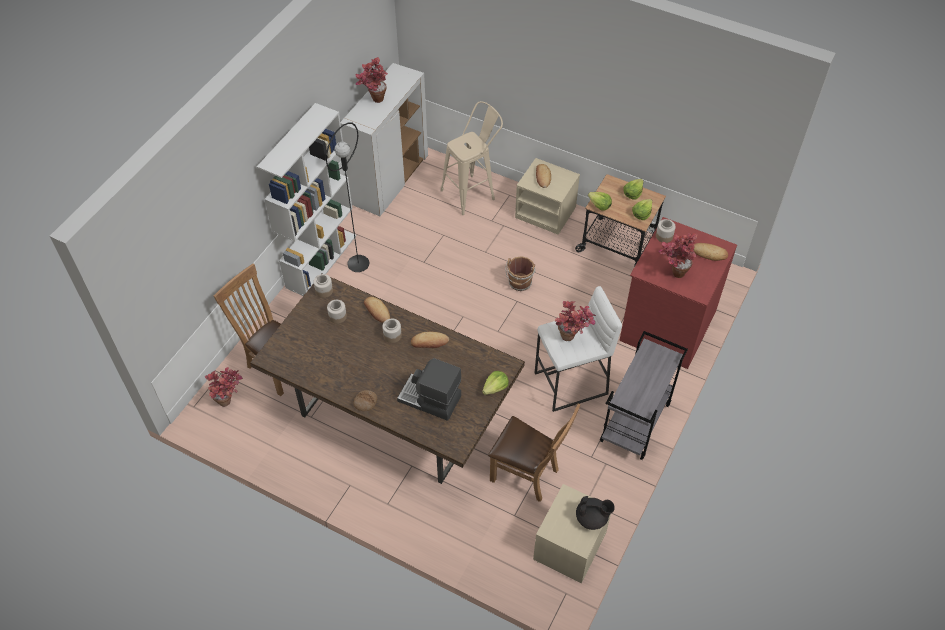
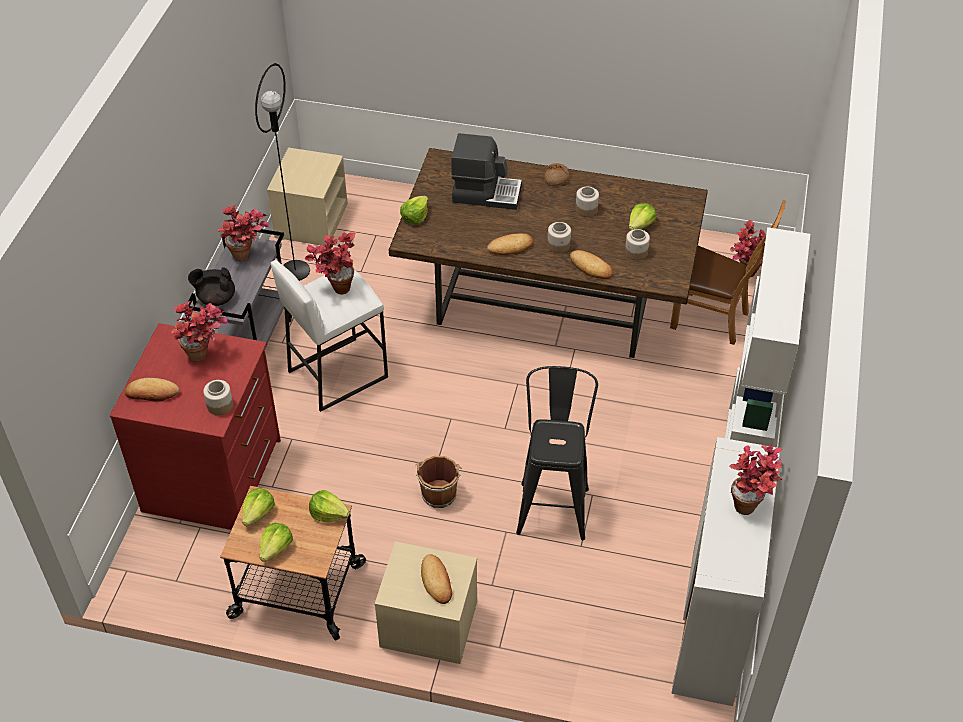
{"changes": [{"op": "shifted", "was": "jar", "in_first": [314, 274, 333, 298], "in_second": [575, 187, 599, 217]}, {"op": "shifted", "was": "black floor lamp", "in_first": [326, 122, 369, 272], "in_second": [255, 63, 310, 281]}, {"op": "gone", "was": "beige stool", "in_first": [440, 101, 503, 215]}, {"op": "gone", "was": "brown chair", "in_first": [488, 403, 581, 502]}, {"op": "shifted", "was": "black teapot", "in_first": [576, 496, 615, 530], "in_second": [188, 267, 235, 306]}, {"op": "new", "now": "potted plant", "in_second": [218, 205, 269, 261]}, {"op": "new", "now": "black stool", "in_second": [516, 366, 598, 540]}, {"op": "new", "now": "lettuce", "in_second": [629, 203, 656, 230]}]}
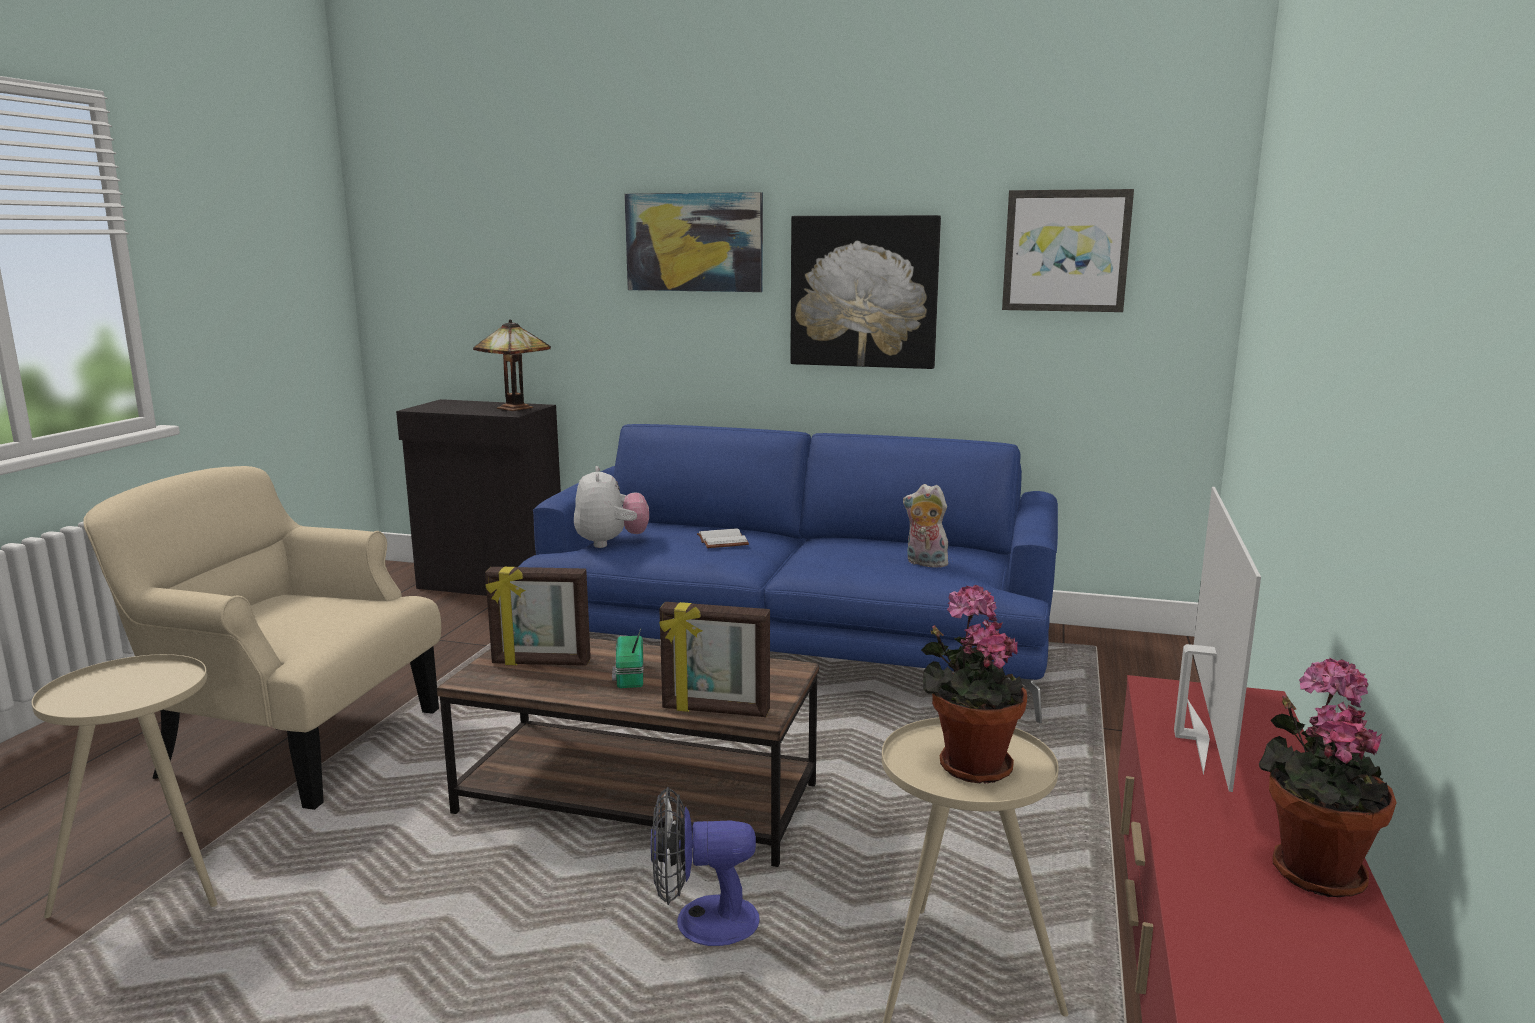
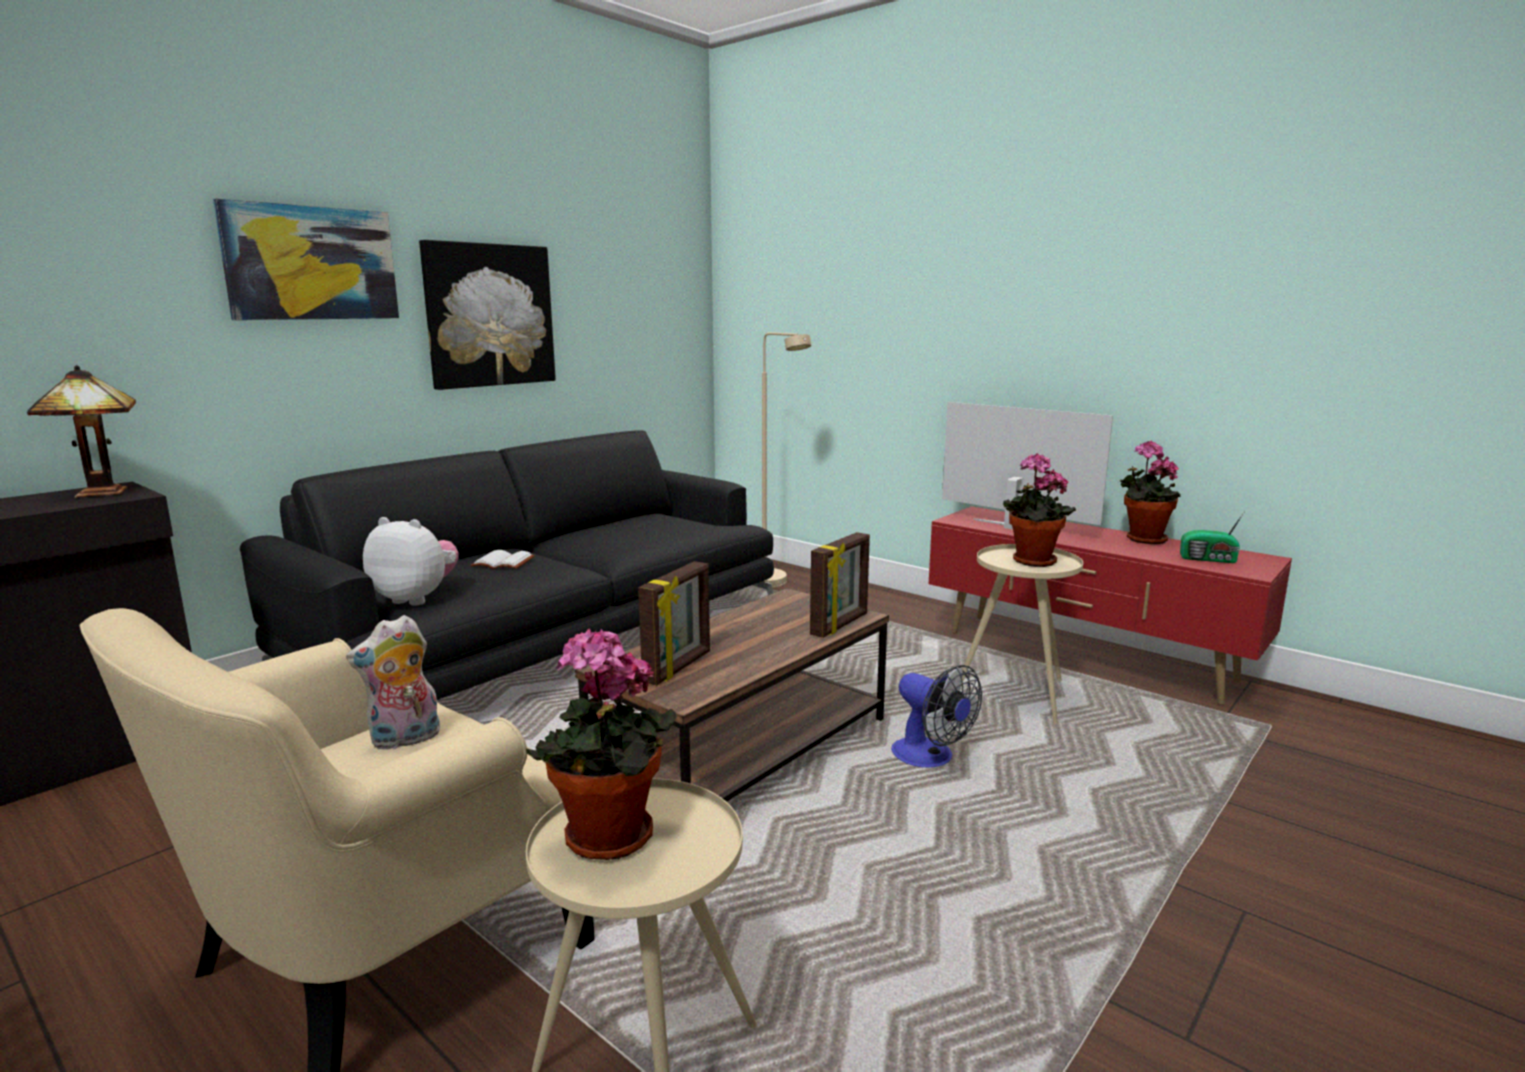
{"changes": [{"op": "repainted", "was": "blue sofa", "now": "black sofa", "in_first": [519, 424, 1058, 723], "in_second": [240, 430, 774, 700]}, {"op": "shifted", "was": "radio", "in_first": [612, 629, 644, 688], "in_second": [1180, 511, 1245, 563]}, {"op": "rotated", "was": "fan", "in_first": [651, 787, 759, 946], "in_second": [891, 665, 982, 767], "clockwise": -60}, {"op": "shifted", "was": "plush toy", "in_first": [903, 484, 948, 568], "in_second": [346, 615, 440, 749]}, {"op": "gone", "was": "picture", "in_first": [1002, 189, 1134, 312]}, {"op": "new", "now": "potted plant", "in_second": [526, 629, 677, 860]}, {"op": "new", "now": "beige floor lamp", "in_second": [751, 333, 812, 588]}]}
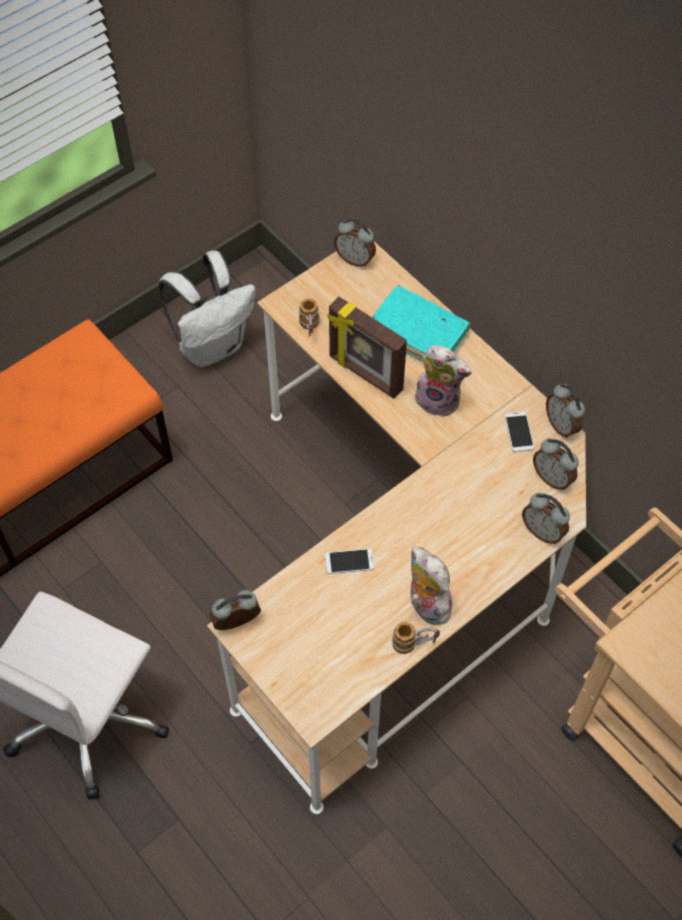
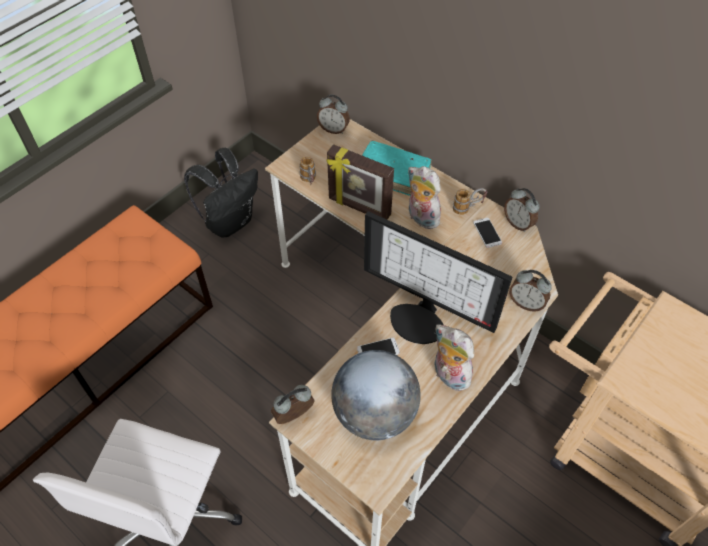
{"changes": [{"op": "repainted", "was": "white backpack", "now": "black backpack", "in_first": [158, 251, 256, 367], "in_second": [184, 148, 258, 238]}, {"op": "shifted", "was": "mug", "in_first": [392, 622, 440, 654], "in_second": [453, 188, 487, 215]}, {"op": "rotated", "was": "plush toy", "in_first": [415, 345, 472, 417], "in_second": [408, 166, 441, 229], "clockwise": -150}, {"op": "gone", "was": "alarm clock", "in_first": [533, 438, 579, 490]}, {"op": "new", "now": "globe", "in_second": [331, 350, 421, 440]}, {"op": "new", "now": "monitor", "in_second": [364, 211, 512, 344]}]}
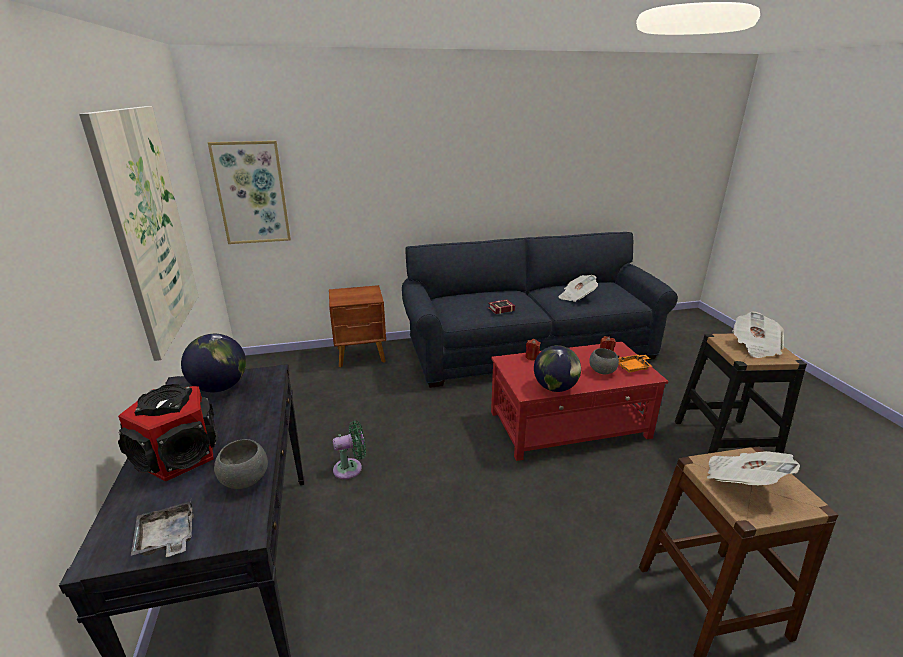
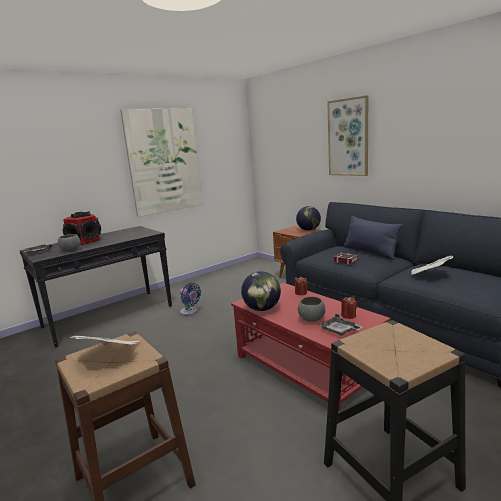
{"changes": [{"op": "shifted", "was": "globe", "in_first": [181, 334, 246, 392], "in_second": [296, 206, 321, 231]}, {"op": "shifted", "was": "picture", "in_first": [208, 141, 291, 244], "in_second": [327, 95, 368, 176]}, {"op": "repainted", "was": "green fan", "now": "blue fan", "in_first": [333, 420, 366, 479], "in_second": [180, 283, 201, 316]}, {"op": "repainted", "was": "orange tray", "now": "grey tray", "in_first": [617, 354, 652, 372], "in_second": [319, 314, 363, 336]}, {"op": "gone", "was": "newspaper", "in_first": [733, 312, 784, 358]}, {"op": "new", "now": "blue pillow", "in_second": [344, 216, 403, 260]}]}
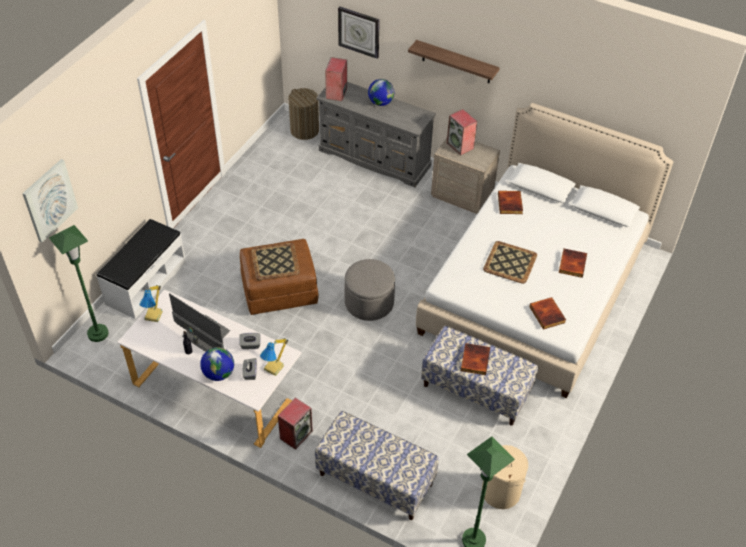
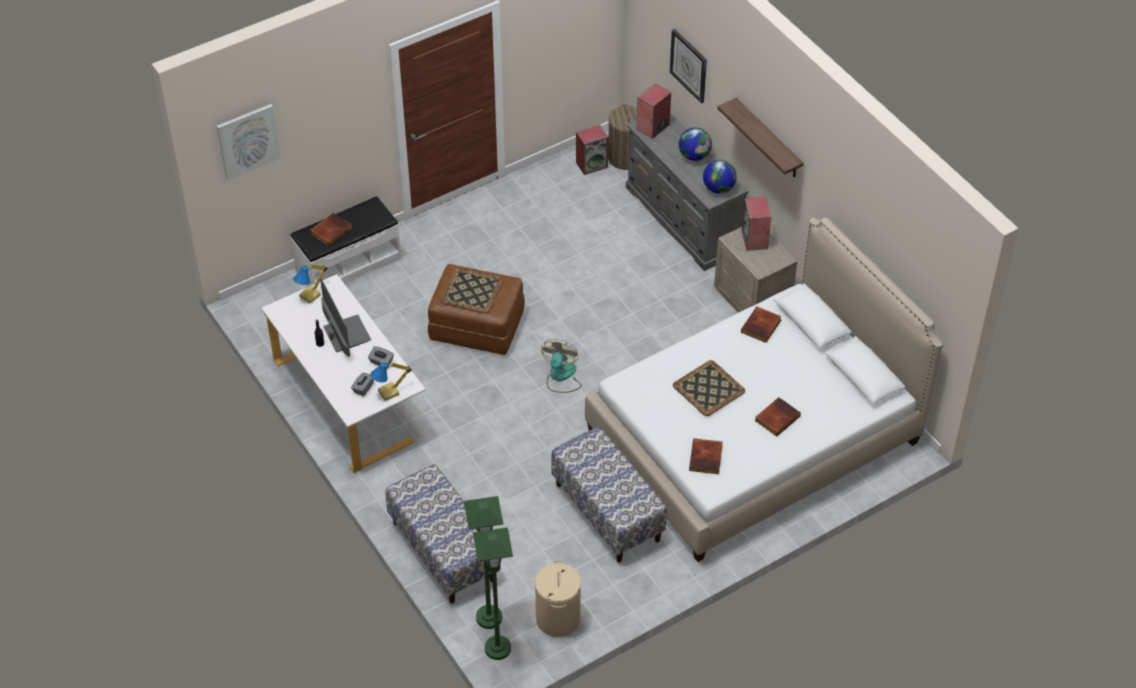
{"changes": [{"op": "shifted", "was": "green floor lamp", "in_first": [49, 225, 108, 342], "in_second": [464, 496, 504, 629]}, {"op": "shifted", "was": "globe", "in_first": [200, 347, 234, 381], "in_second": [703, 160, 737, 194]}, {"op": "shifted", "was": "speaker", "in_first": [278, 398, 313, 450], "in_second": [576, 125, 609, 175]}, {"op": "swapped", "was": "grey ottoman", "now": "fan", "in_first": [345, 259, 395, 321], "in_second": [541, 339, 581, 393]}, {"op": "shifted", "was": "book", "in_first": [461, 343, 490, 375], "in_second": [310, 213, 352, 246]}]}
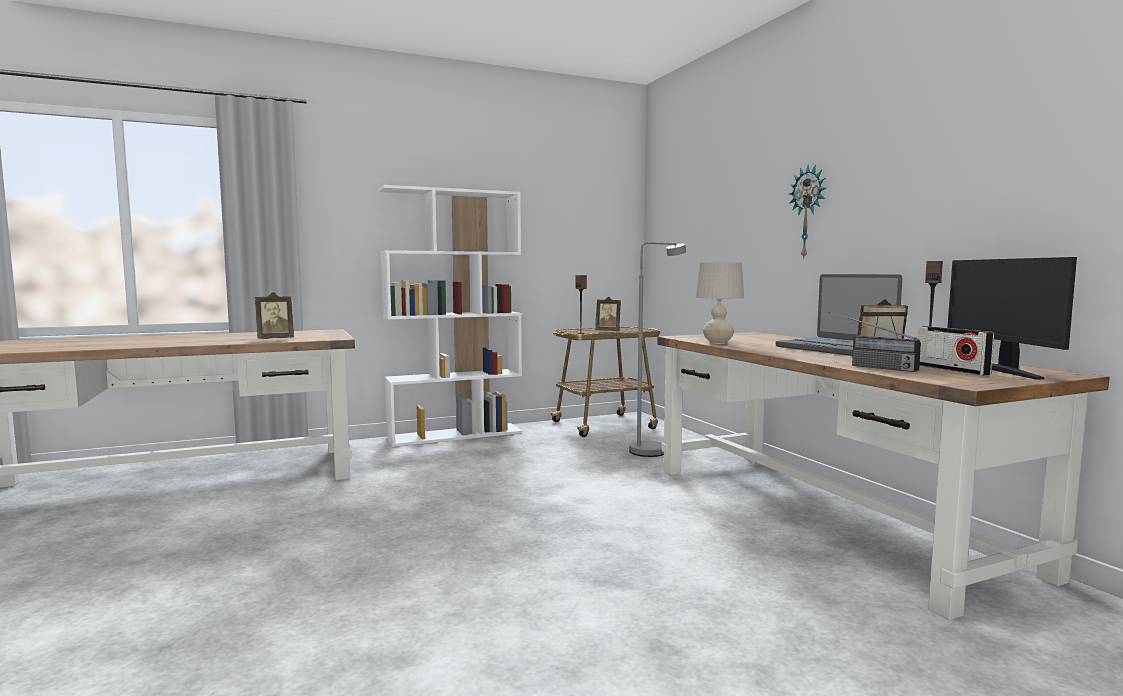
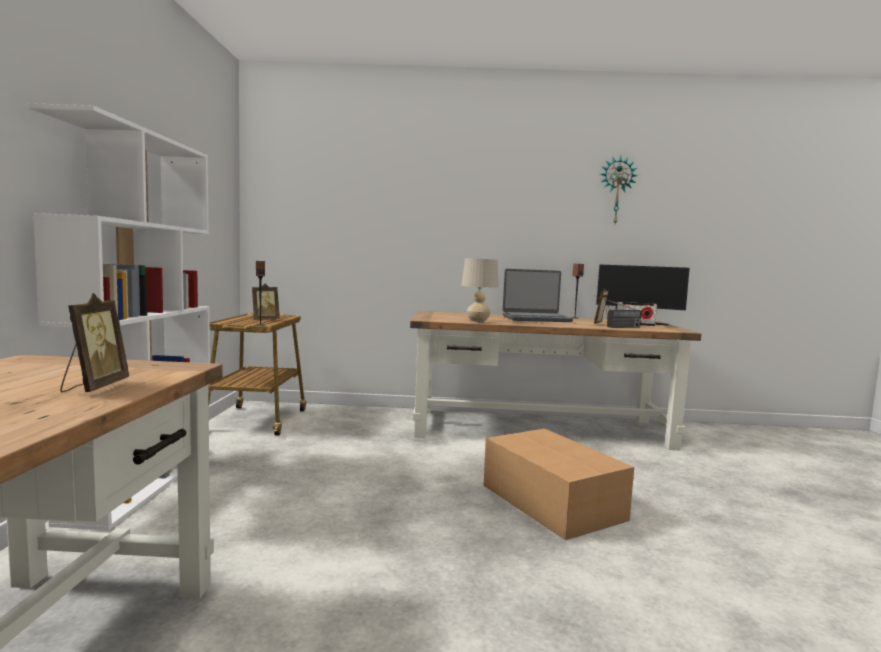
{"changes": [{"op": "gone", "was": "grey floor lamp", "in_first": [629, 242, 687, 457]}, {"op": "shifted", "was": "wall clock", "in_first": [789, 165, 826, 258], "in_second": [600, 155, 638, 224]}, {"op": "new", "now": "cardboard box", "in_second": [483, 428, 634, 540]}]}
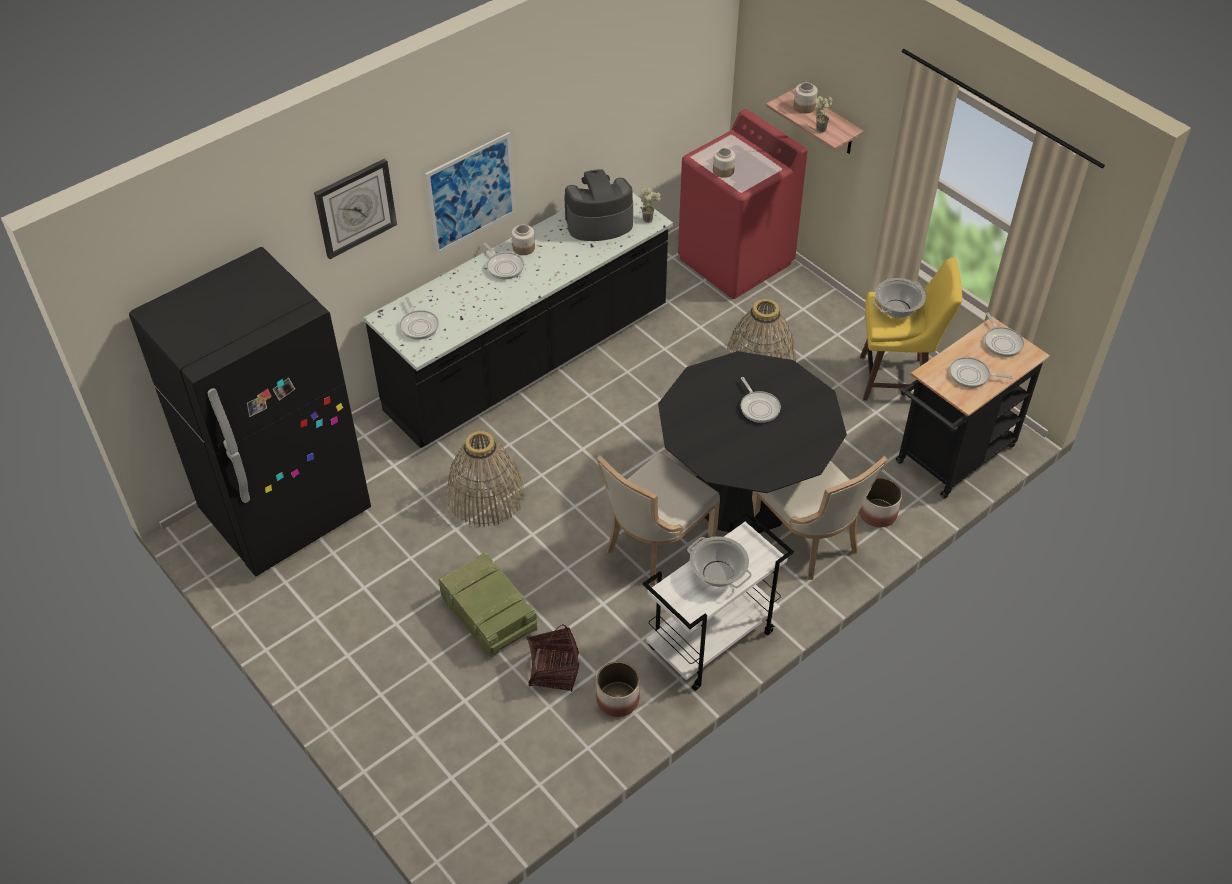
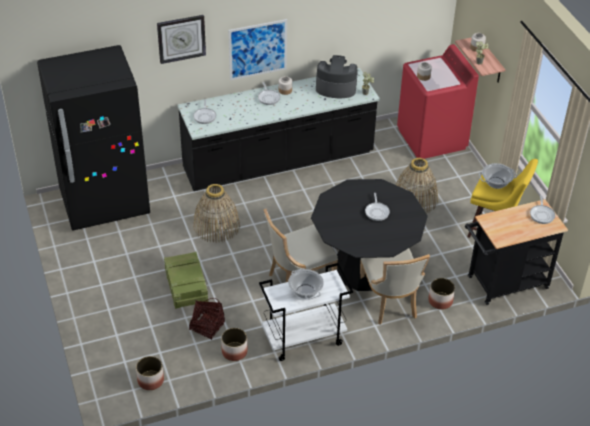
{"changes": [{"op": "gone", "was": "frying pan", "in_first": [950, 357, 1013, 388]}, {"op": "new", "now": "planter", "in_second": [136, 356, 164, 390]}]}
